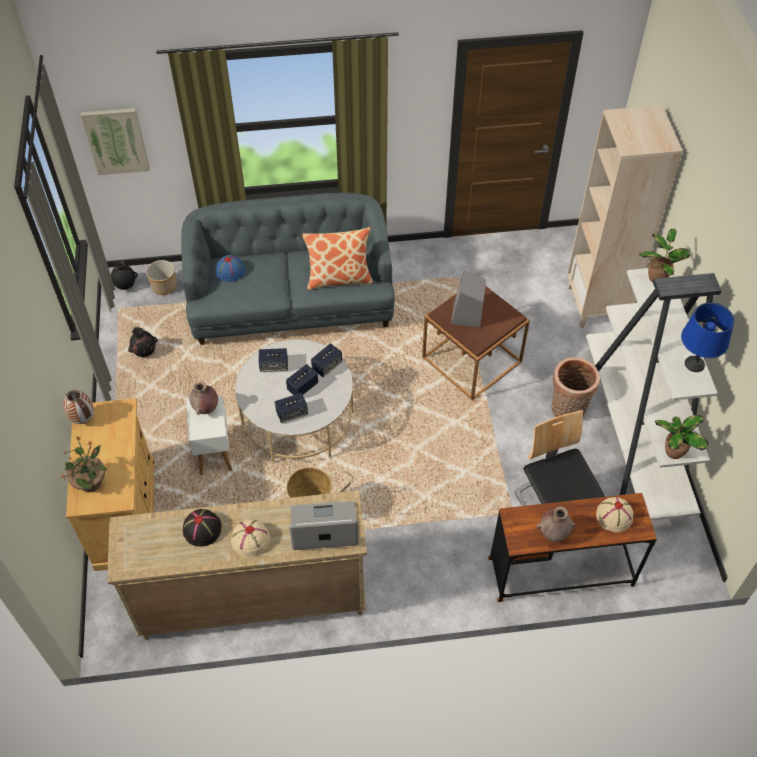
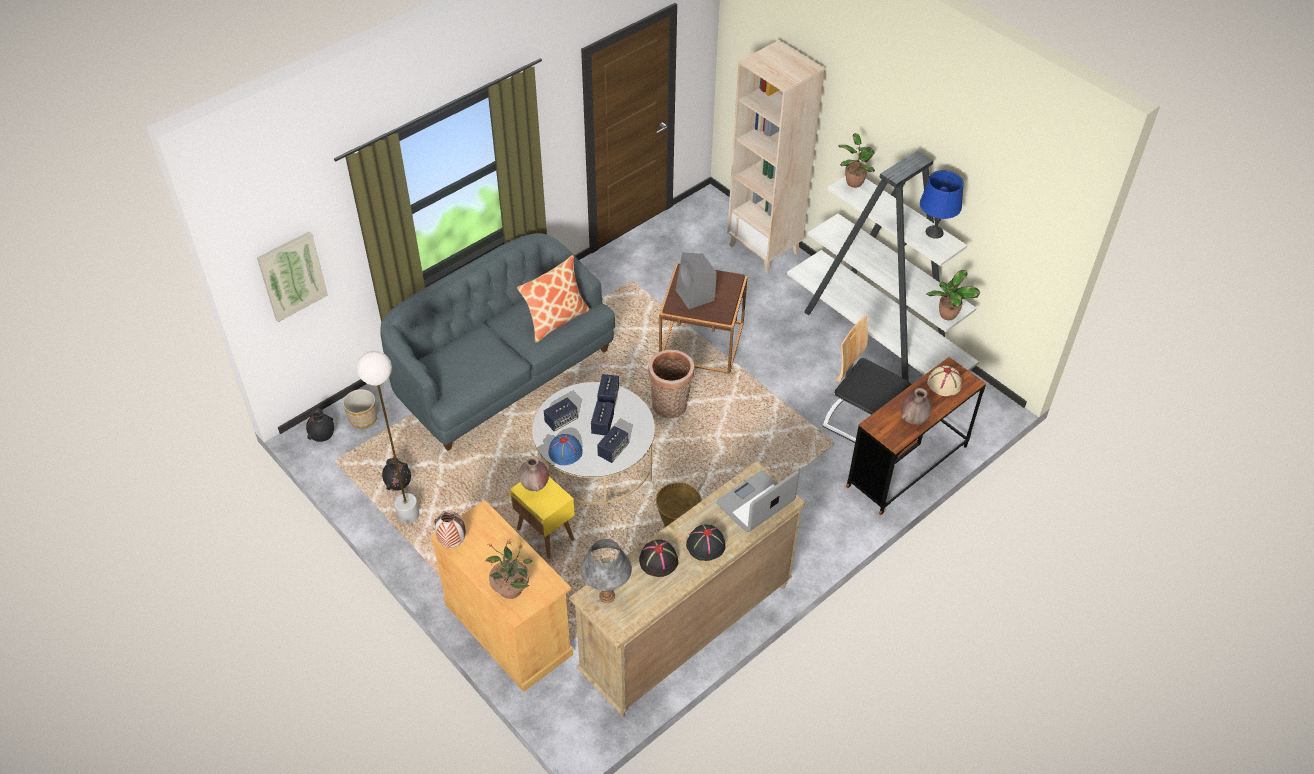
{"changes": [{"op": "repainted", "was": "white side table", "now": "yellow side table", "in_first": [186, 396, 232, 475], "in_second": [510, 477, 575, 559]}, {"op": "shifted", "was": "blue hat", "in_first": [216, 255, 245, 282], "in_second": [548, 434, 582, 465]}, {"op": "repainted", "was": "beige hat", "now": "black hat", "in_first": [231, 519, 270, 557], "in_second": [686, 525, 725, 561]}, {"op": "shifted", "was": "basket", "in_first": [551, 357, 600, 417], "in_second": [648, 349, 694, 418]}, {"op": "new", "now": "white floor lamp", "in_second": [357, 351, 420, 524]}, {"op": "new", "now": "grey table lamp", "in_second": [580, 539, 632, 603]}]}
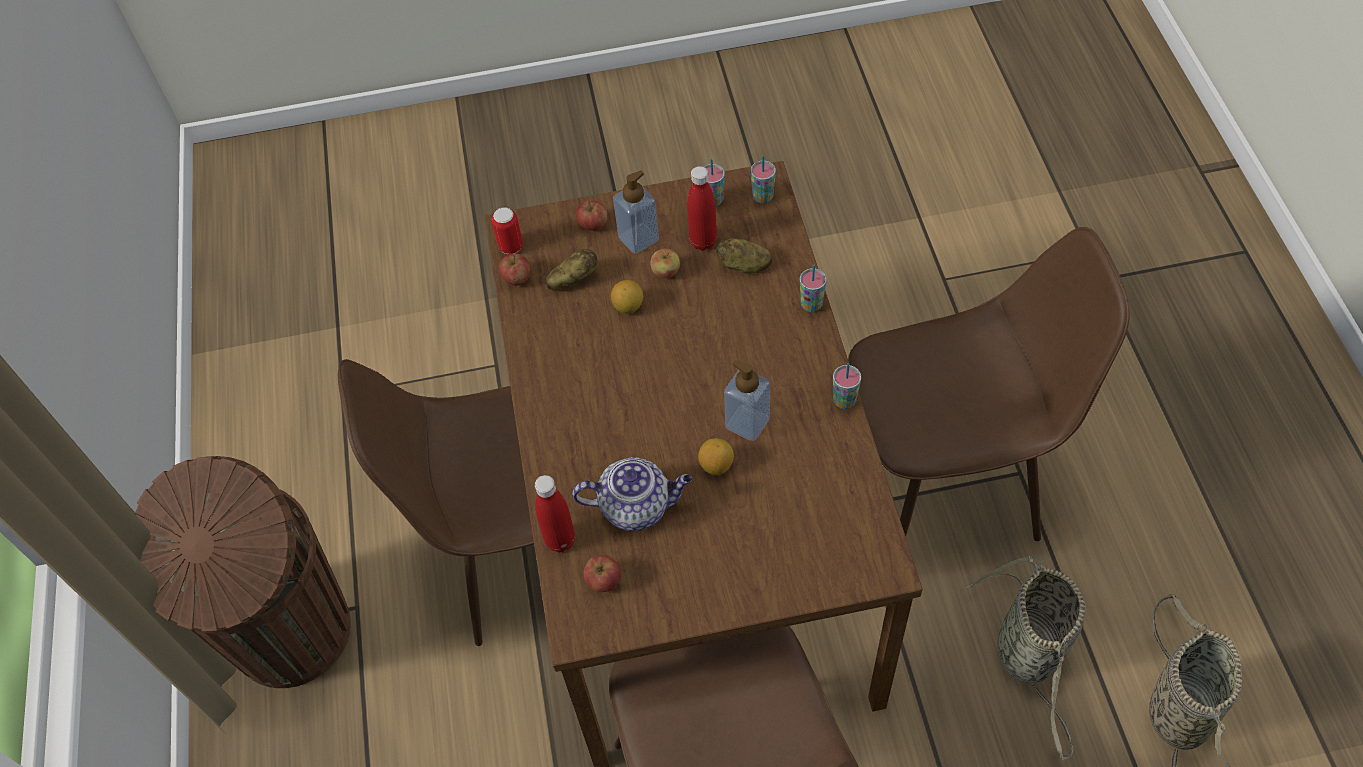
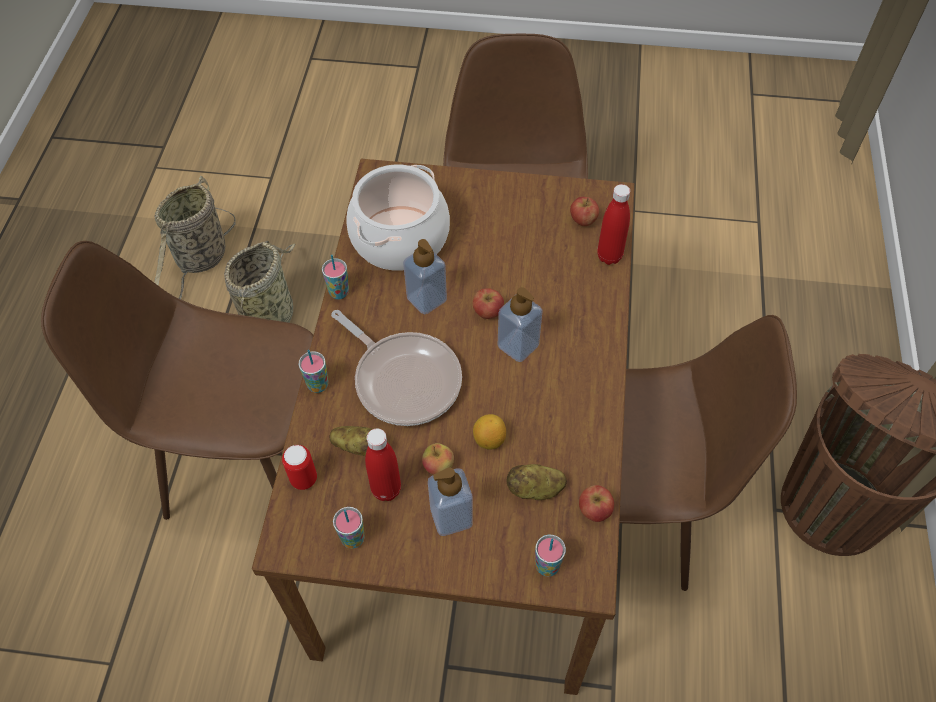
{"changes": [{"op": "shifted", "was": "can", "in_first": [492, 207, 523, 254], "in_second": [282, 445, 317, 490]}, {"op": "gone", "was": "teapot", "in_first": [572, 457, 692, 531]}, {"op": "shifted", "was": "apple", "in_first": [576, 200, 607, 231], "in_second": [473, 288, 504, 319]}, {"op": "gone", "was": "lemon", "in_first": [698, 438, 734, 475]}, {"op": "shifted", "was": "cup", "in_first": [751, 155, 776, 204], "in_second": [535, 535, 566, 576]}, {"op": "new", "now": "frying pan", "in_second": [331, 310, 462, 426]}, {"op": "new", "now": "cooking pot", "in_second": [346, 164, 450, 271]}, {"op": "new", "now": "soap dispenser", "in_second": [497, 287, 543, 362]}]}
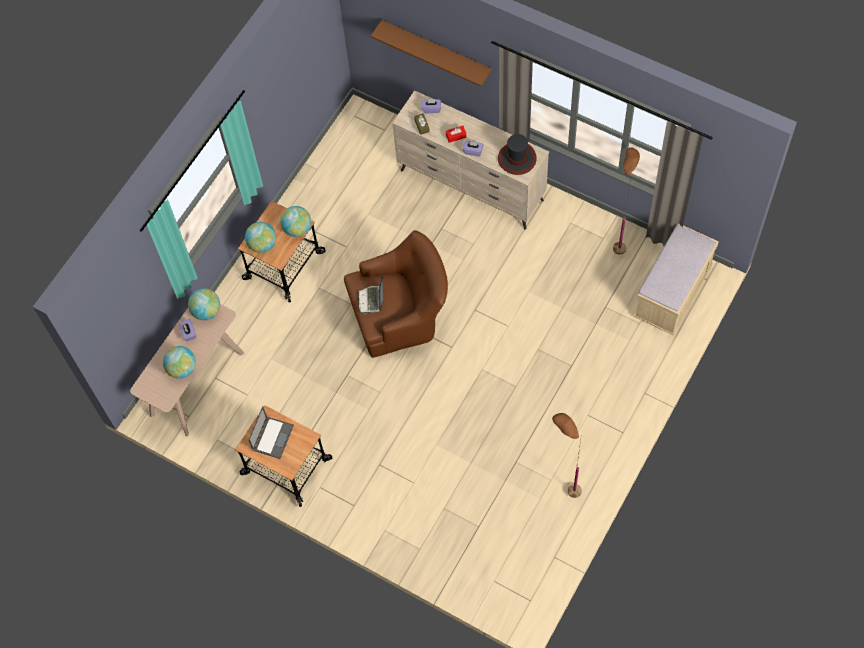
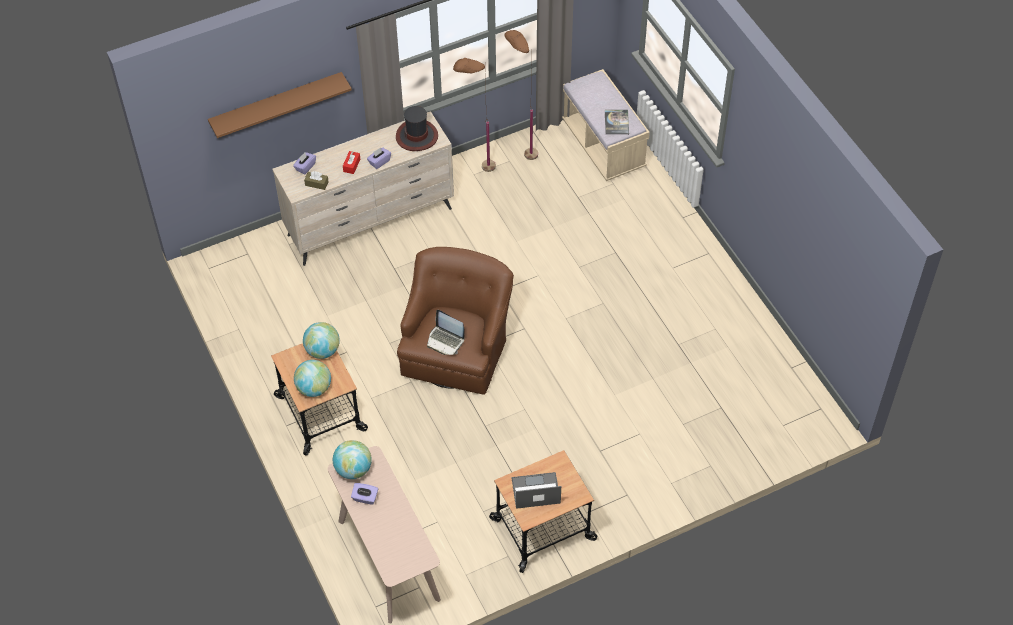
{"changes": [{"op": "gone", "was": "globe", "in_first": [163, 346, 196, 379]}, {"op": "rotated", "was": "laptop", "in_first": [249, 406, 294, 459], "in_second": [511, 472, 561, 509], "clockwise": -60}, {"op": "shifted", "was": "brown floor lamp", "in_first": [552, 413, 582, 498], "in_second": [453, 58, 496, 172]}, {"op": "new", "now": "book", "in_second": [605, 110, 629, 135]}]}
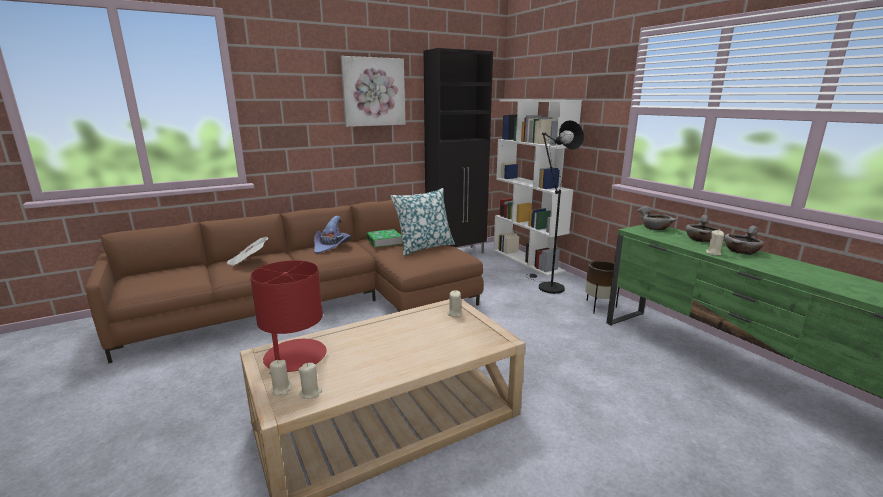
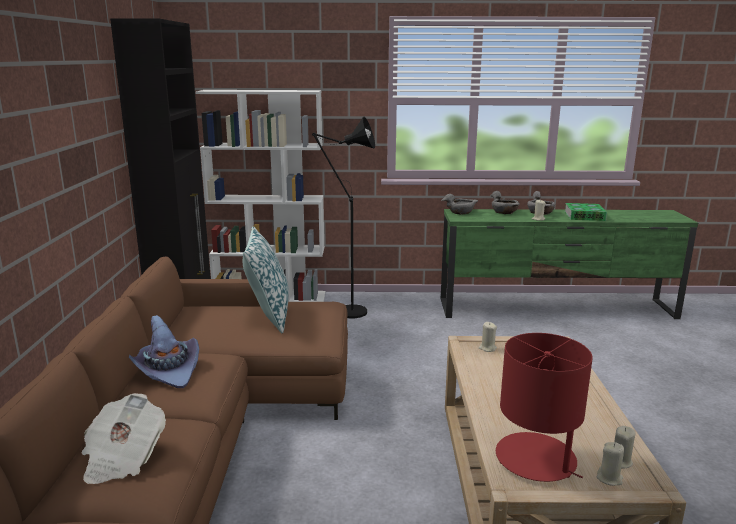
{"changes": [{"op": "gone", "was": "picture", "in_first": [341, 56, 405, 127]}, {"op": "shifted", "was": "book", "in_first": [367, 229, 403, 247], "in_second": [564, 203, 607, 221]}, {"op": "gone", "was": "brown planter", "in_first": [585, 260, 620, 314]}]}
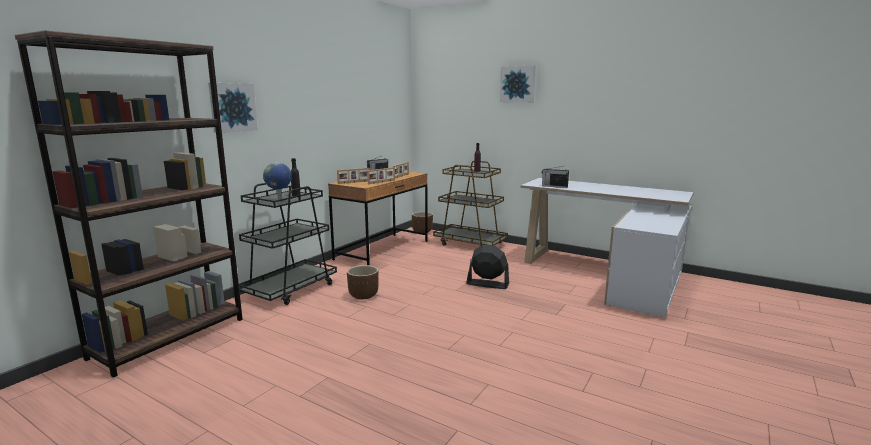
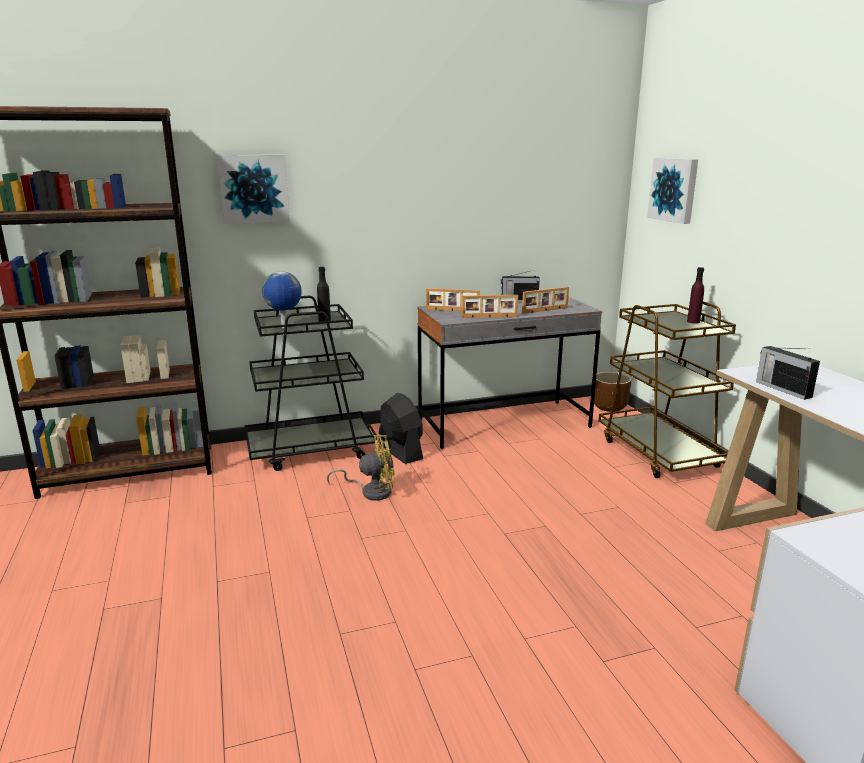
{"changes": [{"op": "repainted", "was": "brown desk", "now": "grey desk", "in_first": [328, 172, 428, 265], "in_second": [417, 297, 602, 449]}, {"op": "swapped", "was": "brown planter", "now": "yellow fan", "in_first": [347, 265, 379, 300], "in_second": [327, 435, 396, 501]}, {"op": "shifted", "was": "black fan", "in_first": [466, 245, 509, 289], "in_second": [379, 393, 423, 464]}, {"op": "shifted", "was": "picture", "in_first": [500, 66, 536, 103], "in_second": [647, 158, 698, 224]}]}
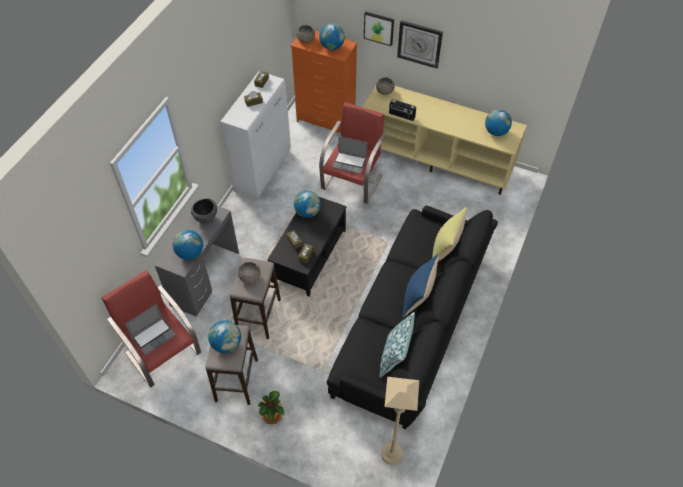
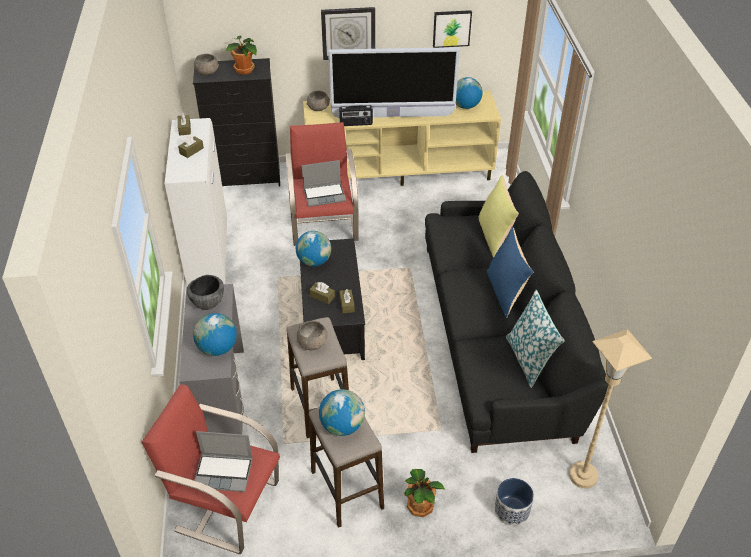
{"changes": [{"op": "rotated", "was": "laptop", "in_first": [125, 304, 176, 355], "in_second": [194, 431, 253, 492], "clockwise": 75}, {"op": "repainted", "was": "orange dresser", "now": "black dresser", "in_first": [291, 31, 357, 133], "in_second": [193, 58, 280, 187]}, {"op": "swapped", "was": "globe", "now": "potted plant", "in_first": [319, 23, 345, 50], "in_second": [226, 35, 257, 75]}, {"op": "shifted", "was": "picture", "in_first": [364, 12, 394, 46], "in_second": [433, 10, 472, 48]}, {"op": "new", "now": "television", "in_second": [328, 47, 460, 118]}, {"op": "new", "now": "planter", "in_second": [494, 478, 534, 526]}]}
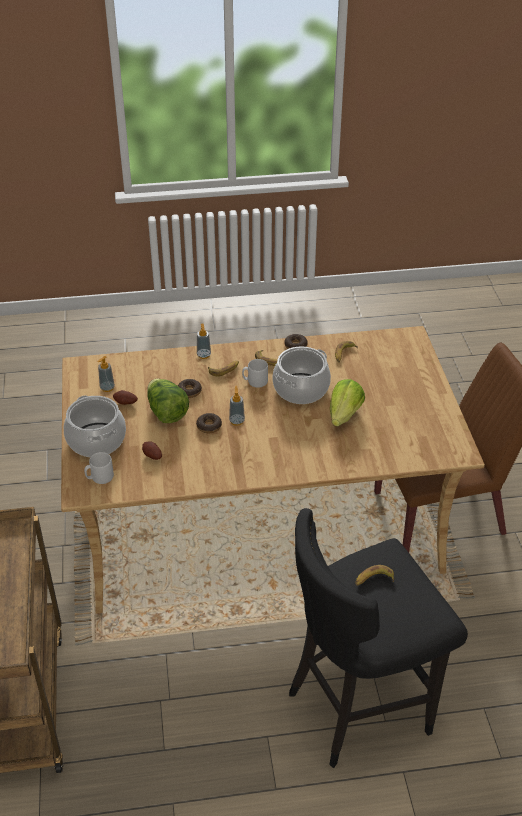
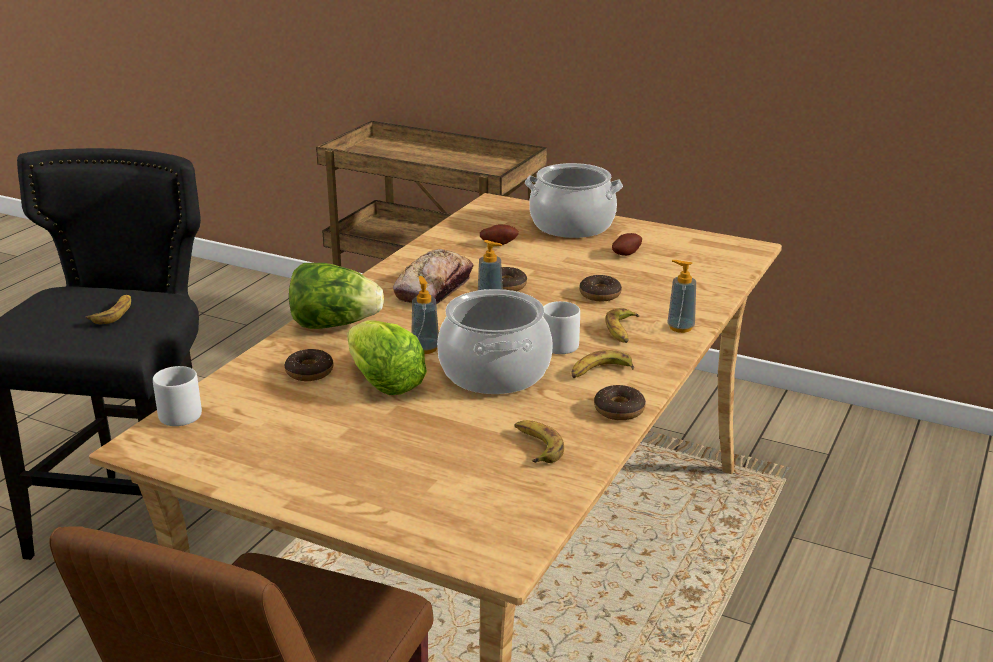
{"changes": [{"op": "shifted", "was": "grey mug", "in_first": [84, 452, 114, 484], "in_second": [153, 366, 202, 426]}, {"op": "shifted", "was": "soap dispenser", "in_first": [98, 356, 115, 392], "in_second": [411, 276, 439, 354]}, {"op": "shifted", "was": "lettuce", "in_first": [147, 379, 189, 423], "in_second": [289, 263, 384, 329]}, {"op": "new", "now": "donut", "in_second": [285, 349, 333, 381]}, {"op": "new", "now": "bread", "in_second": [393, 249, 473, 304]}]}
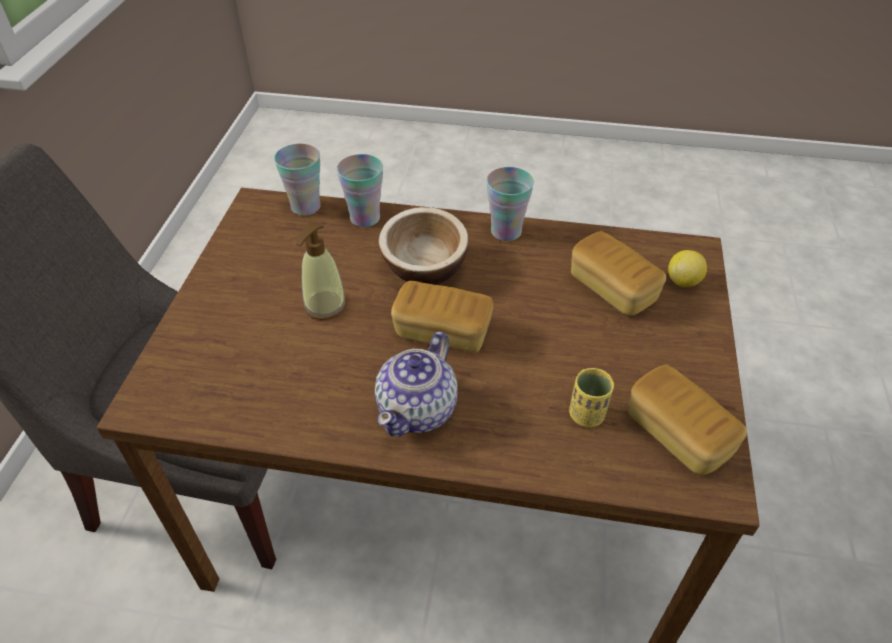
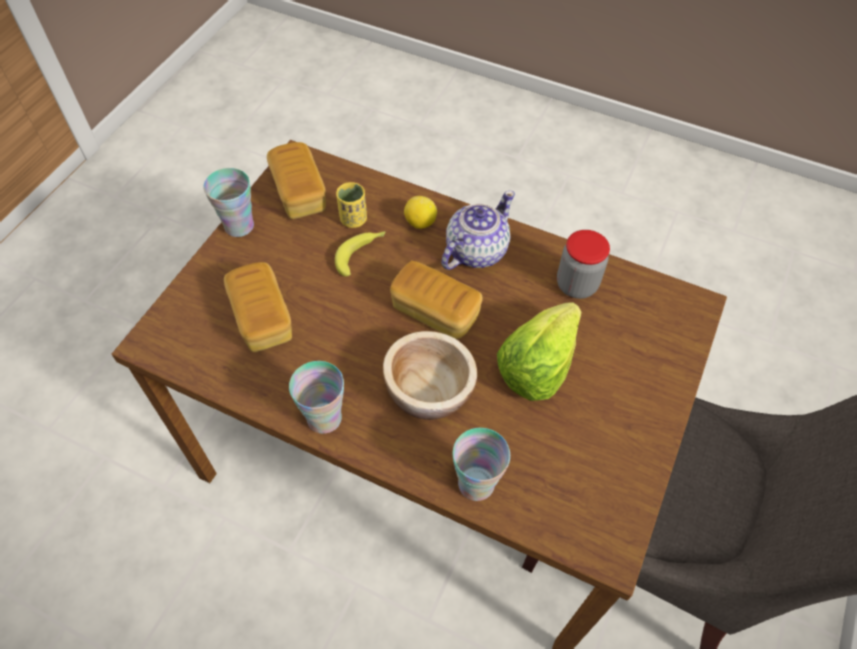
{"changes": [{"op": "shifted", "was": "cup", "in_first": [274, 144, 321, 216], "in_second": [203, 168, 254, 237]}, {"op": "swapped", "was": "soap dispenser", "now": "lettuce", "in_first": [296, 222, 347, 320], "in_second": [497, 302, 581, 401]}, {"op": "shifted", "was": "lemon", "in_first": [668, 250, 707, 287], "in_second": [404, 196, 437, 229]}, {"op": "new", "now": "banana", "in_second": [335, 231, 386, 277]}, {"op": "new", "now": "jar", "in_second": [557, 230, 610, 299]}]}
